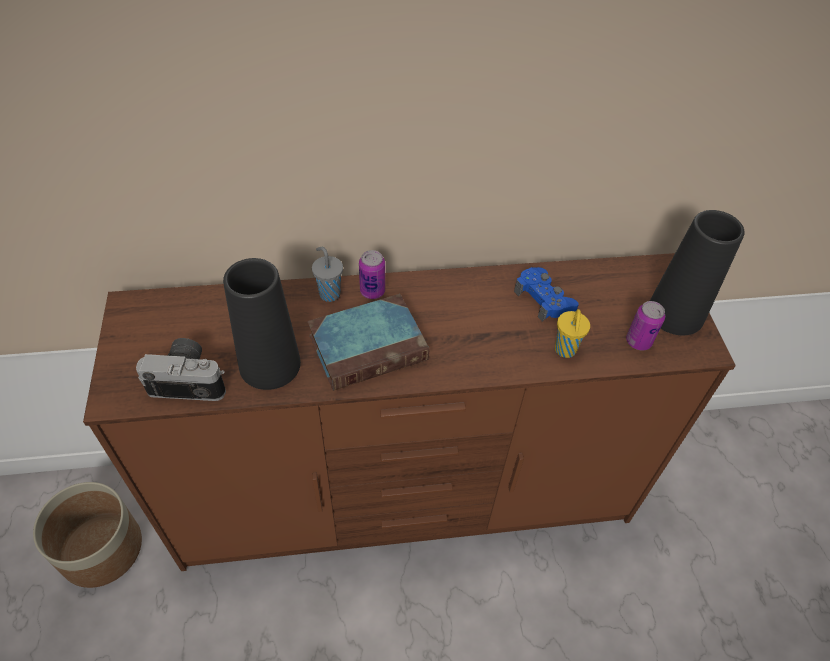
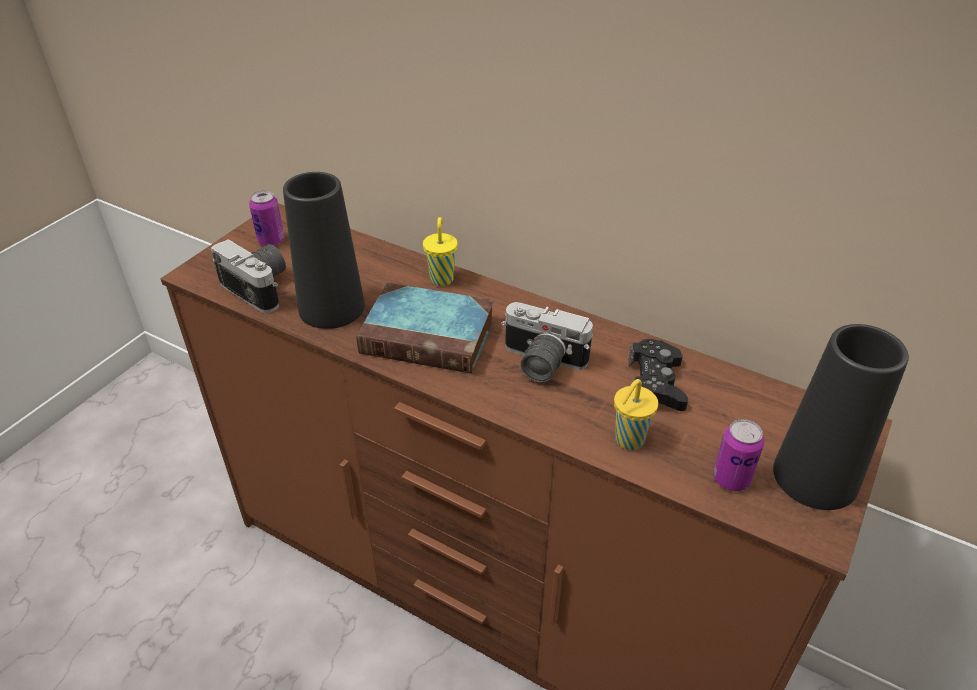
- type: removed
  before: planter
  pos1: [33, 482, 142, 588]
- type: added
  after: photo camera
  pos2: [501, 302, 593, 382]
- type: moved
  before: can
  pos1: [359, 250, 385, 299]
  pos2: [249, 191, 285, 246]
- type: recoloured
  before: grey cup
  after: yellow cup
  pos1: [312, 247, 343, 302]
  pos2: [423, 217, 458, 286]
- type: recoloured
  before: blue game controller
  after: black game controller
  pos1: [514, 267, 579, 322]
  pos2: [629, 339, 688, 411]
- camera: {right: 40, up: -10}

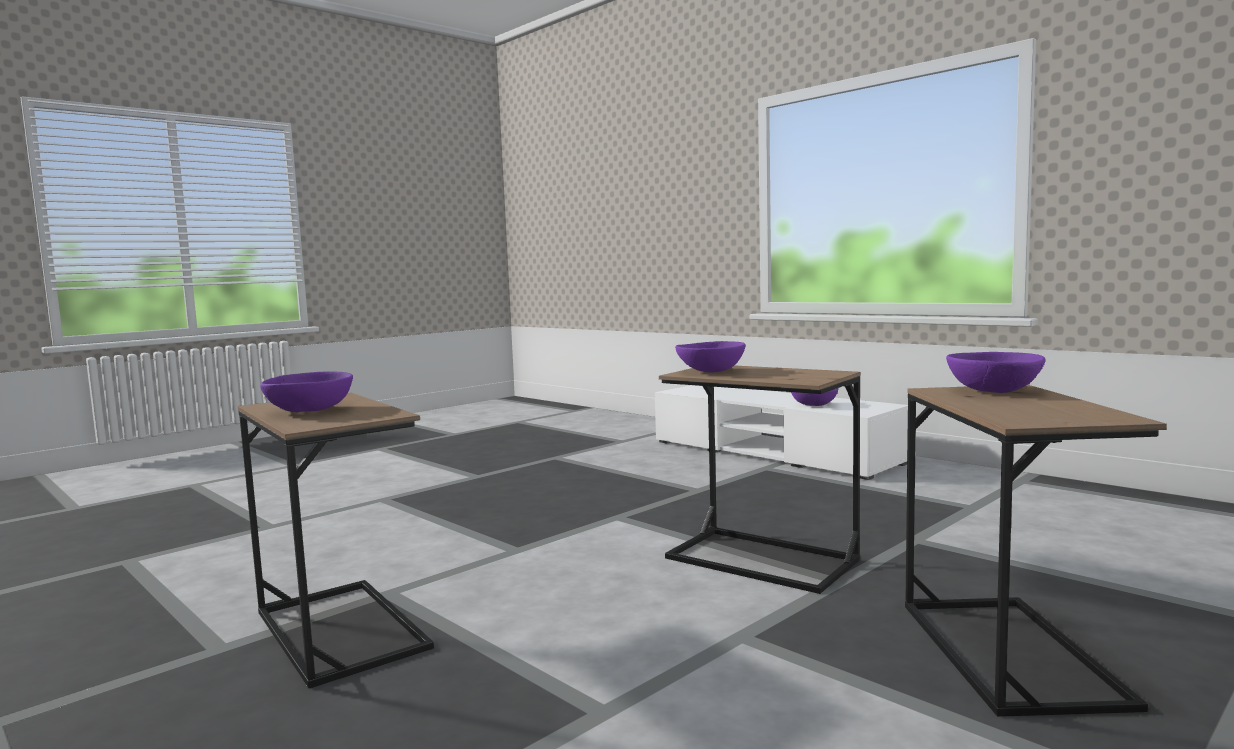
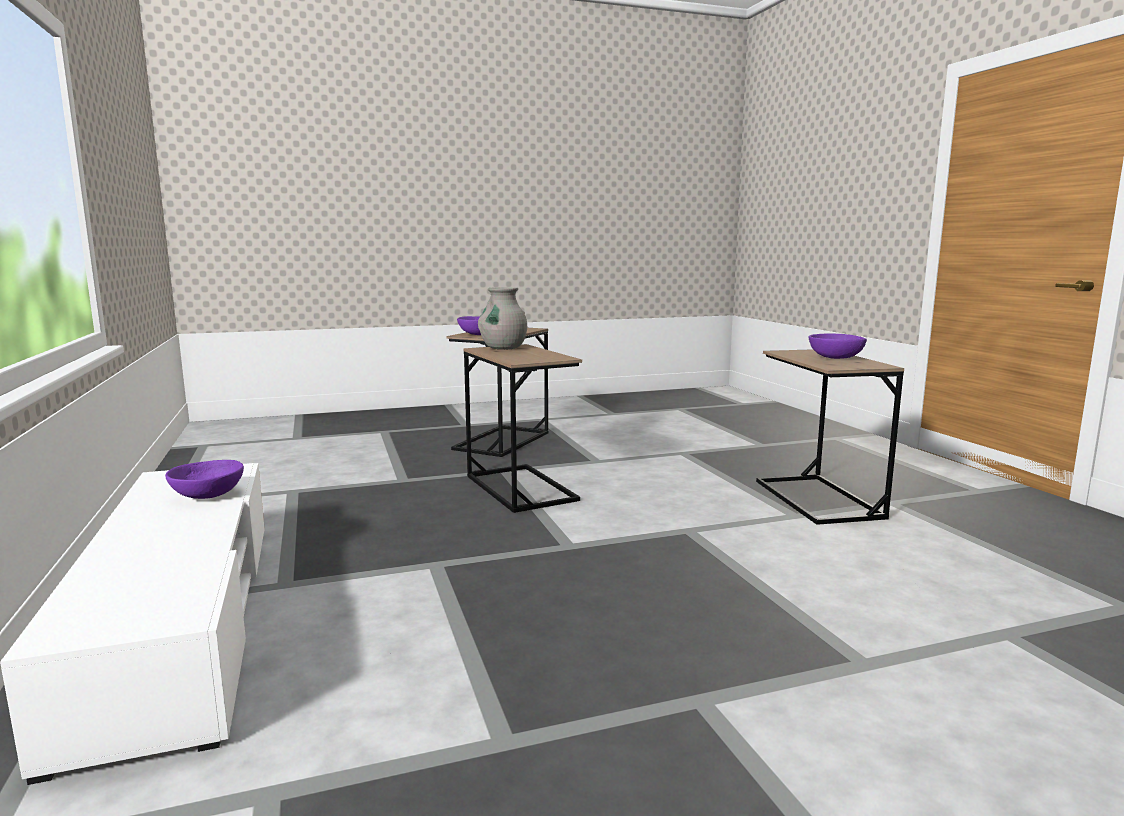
- type: removed
  before: purple bowl
  pos1: [675, 341, 746, 372]
- type: added
  after: grey vase
  pos2: [478, 287, 527, 350]
- camera: {right: -155, up: 5}

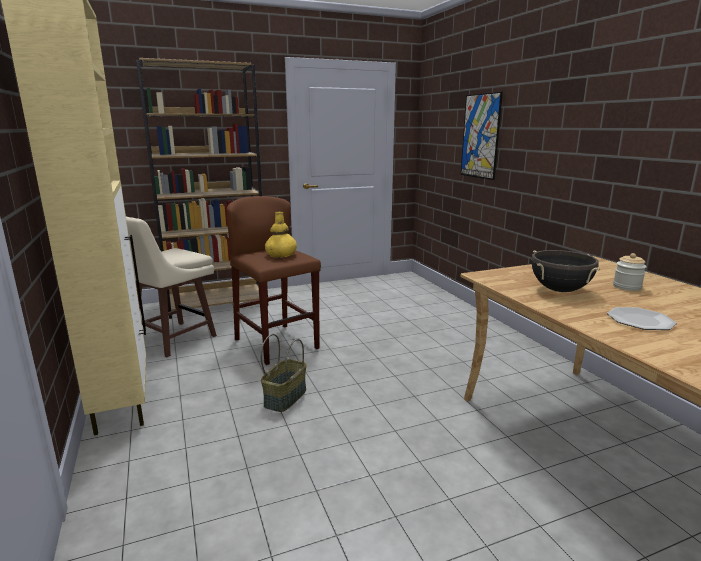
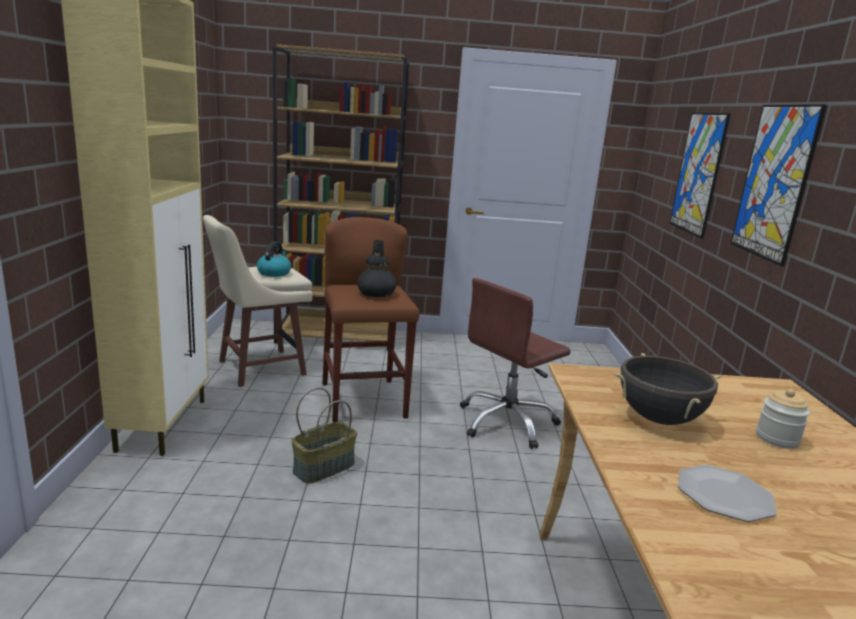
- type: added
  after: kettle
  pos2: [257, 242, 291, 277]
- type: added
  after: brown office chair
  pos2: [460, 278, 571, 449]
- type: added
  after: picture
  pos2: [731, 104, 827, 267]
- type: recoloured
  before: yellow vase
  after: black vase
  pos1: [265, 212, 297, 258]
  pos2: [357, 240, 397, 297]
- camera: {right: 20, up: 0}

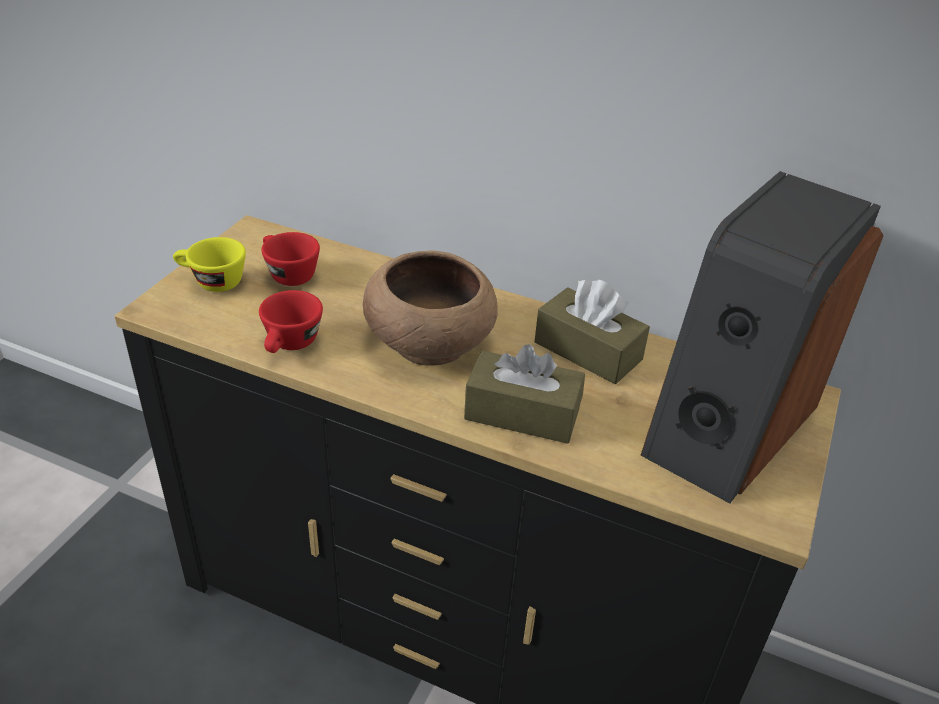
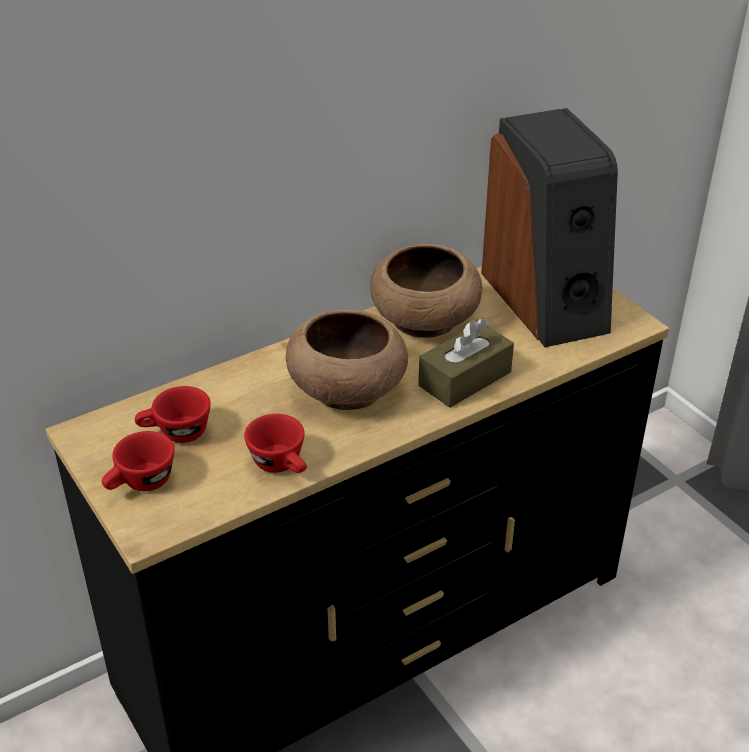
- type: replaced
  before: brown tissue box
  after: brown bowl
  pos1: [535, 280, 650, 384]
  pos2: [370, 244, 483, 338]
- type: recoloured
  before: yellow cup
  after: red cup
  pos1: [173, 237, 246, 292]
  pos2: [102, 431, 175, 491]
- camera: {right: -55, up: 0}

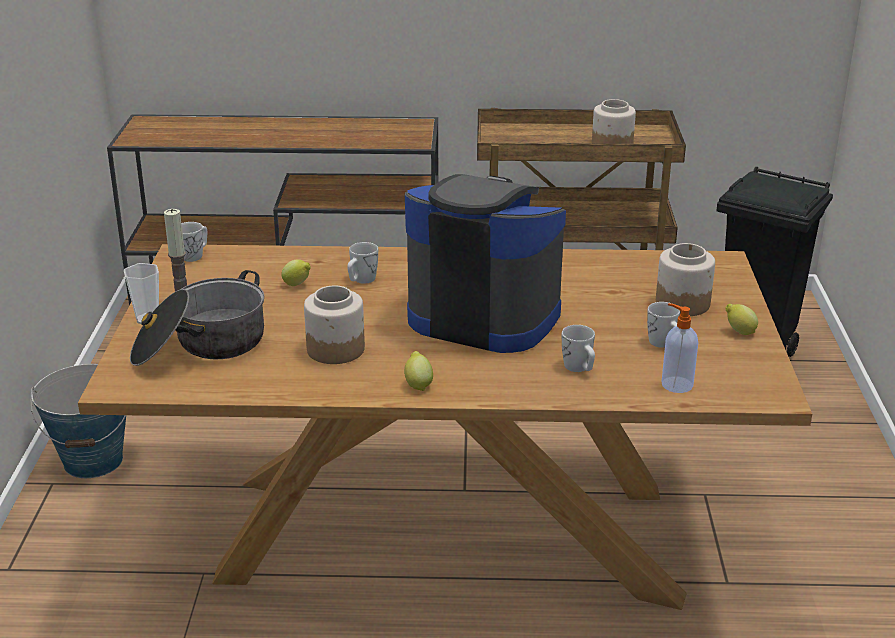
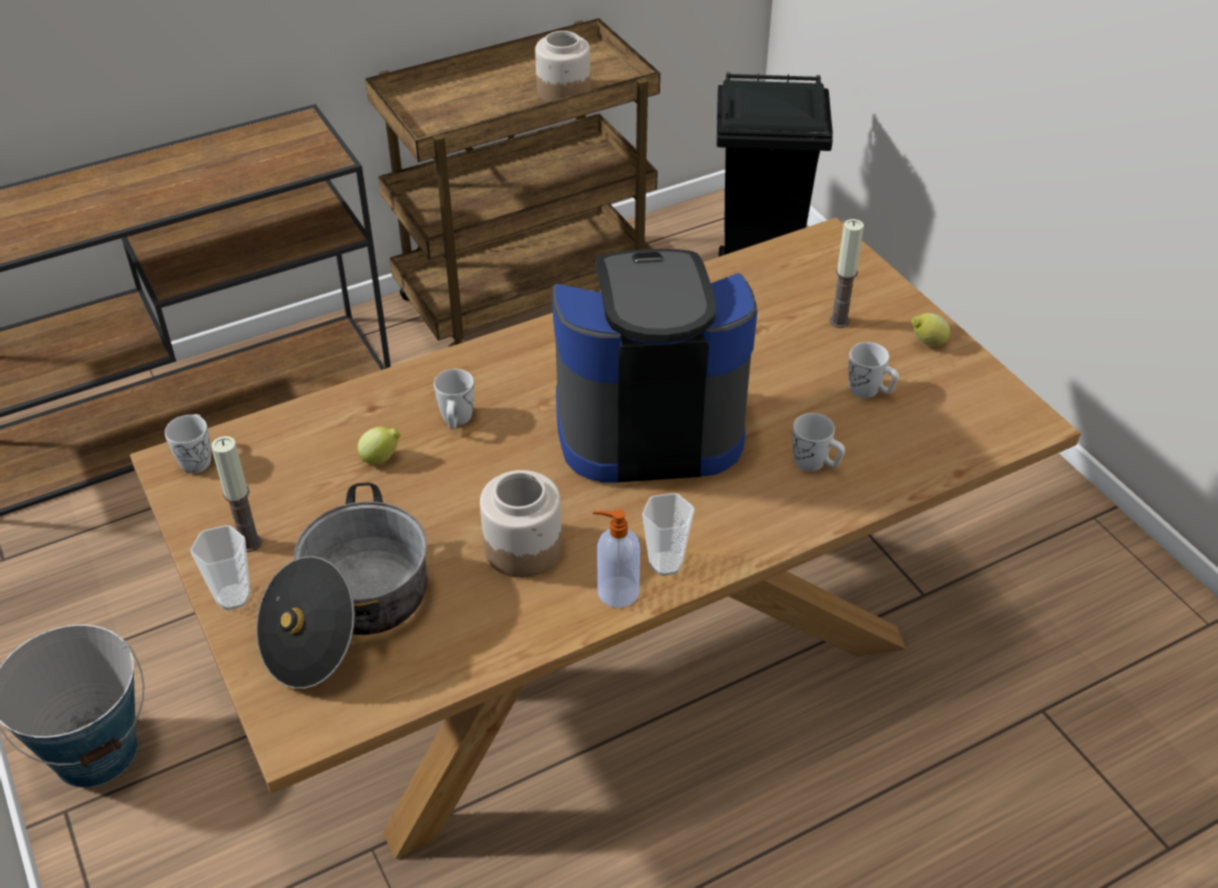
- type: moved
  before: soap dispenser
  pos1: [661, 303, 698, 393]
  pos2: [593, 509, 640, 608]
- type: replaced
  before: lemon
  after: cup
  pos1: [404, 351, 433, 391]
  pos2: [642, 493, 695, 576]
- type: replaced
  before: jar
  after: candle
  pos1: [656, 243, 715, 316]
  pos2: [829, 219, 864, 328]
- camera: {right: -30, up: 15}

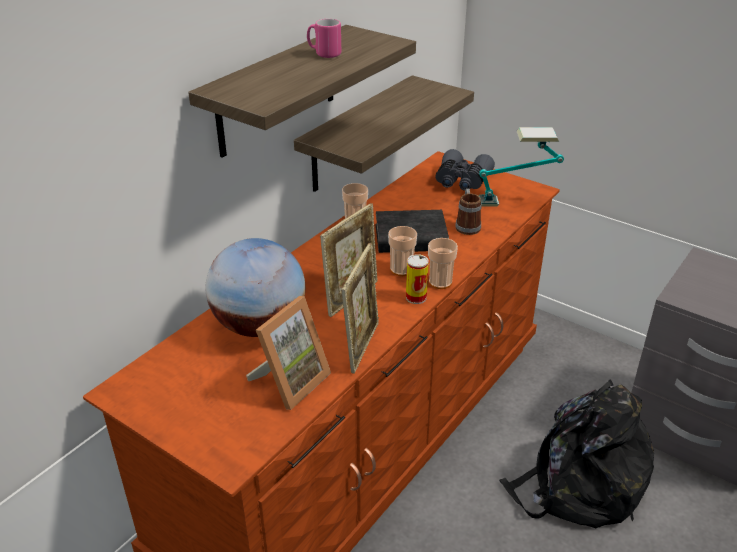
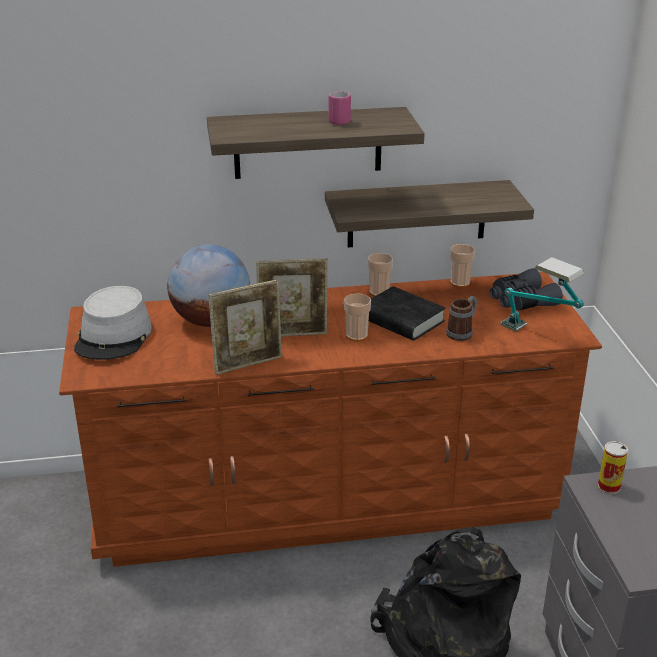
- type: removed
  before: picture frame
  pos1: [246, 296, 331, 410]
- type: added
  after: grey hat
  pos2: [74, 286, 152, 360]
- type: moved
  before: can
  pos1: [406, 254, 429, 304]
  pos2: [598, 441, 628, 494]
- type: moved
  before: cup
  pos1: [428, 238, 458, 289]
  pos2: [450, 244, 475, 288]
- camera: {right: 45, up: -5}

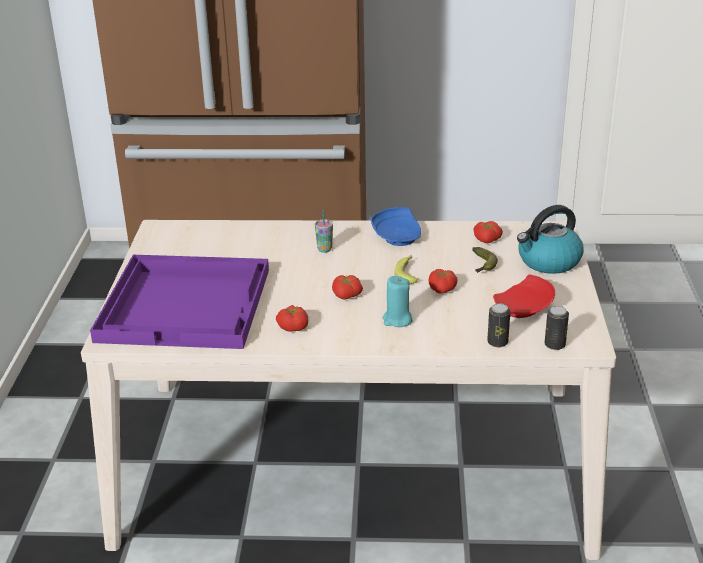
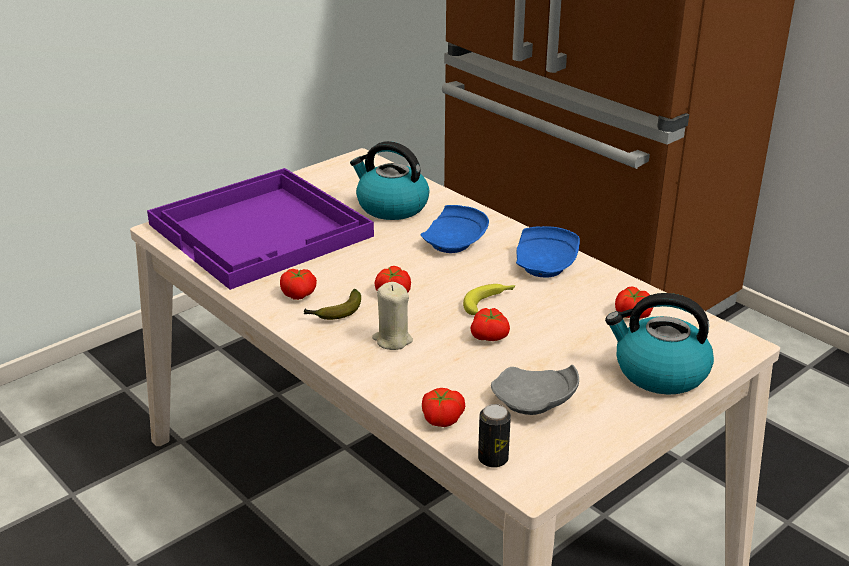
- type: added
  after: kettle
  pos2: [350, 141, 429, 220]
- type: moved
  before: banana
  pos1: [472, 247, 498, 273]
  pos2: [304, 289, 361, 320]
- type: replaced
  before: cup
  after: blue plate
  pos1: [315, 210, 333, 253]
  pos2: [420, 205, 489, 253]
- type: replaced
  before: can
  after: tomato
  pos1: [487, 303, 510, 347]
  pos2: [422, 388, 465, 427]
- type: recoloured
  before: turquoise candle
  after: beige candle
  pos1: [383, 276, 413, 327]
  pos2: [372, 282, 413, 350]
- type: recoloured
  before: red plate
  after: grey plate
  pos1: [493, 274, 555, 318]
  pos2: [491, 365, 579, 415]
- camera: {right: 45, up: 0}

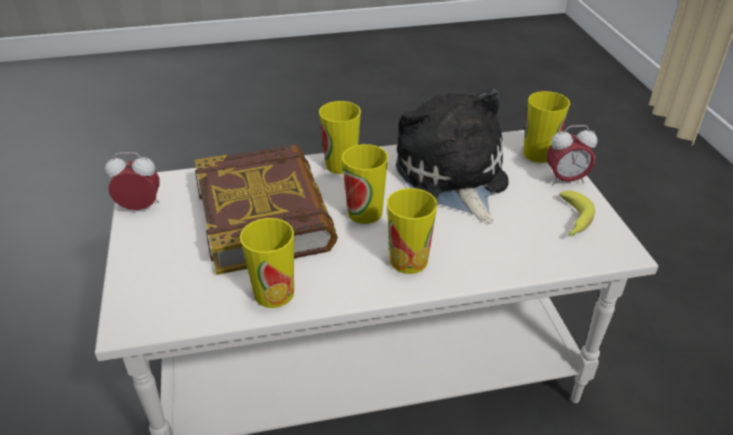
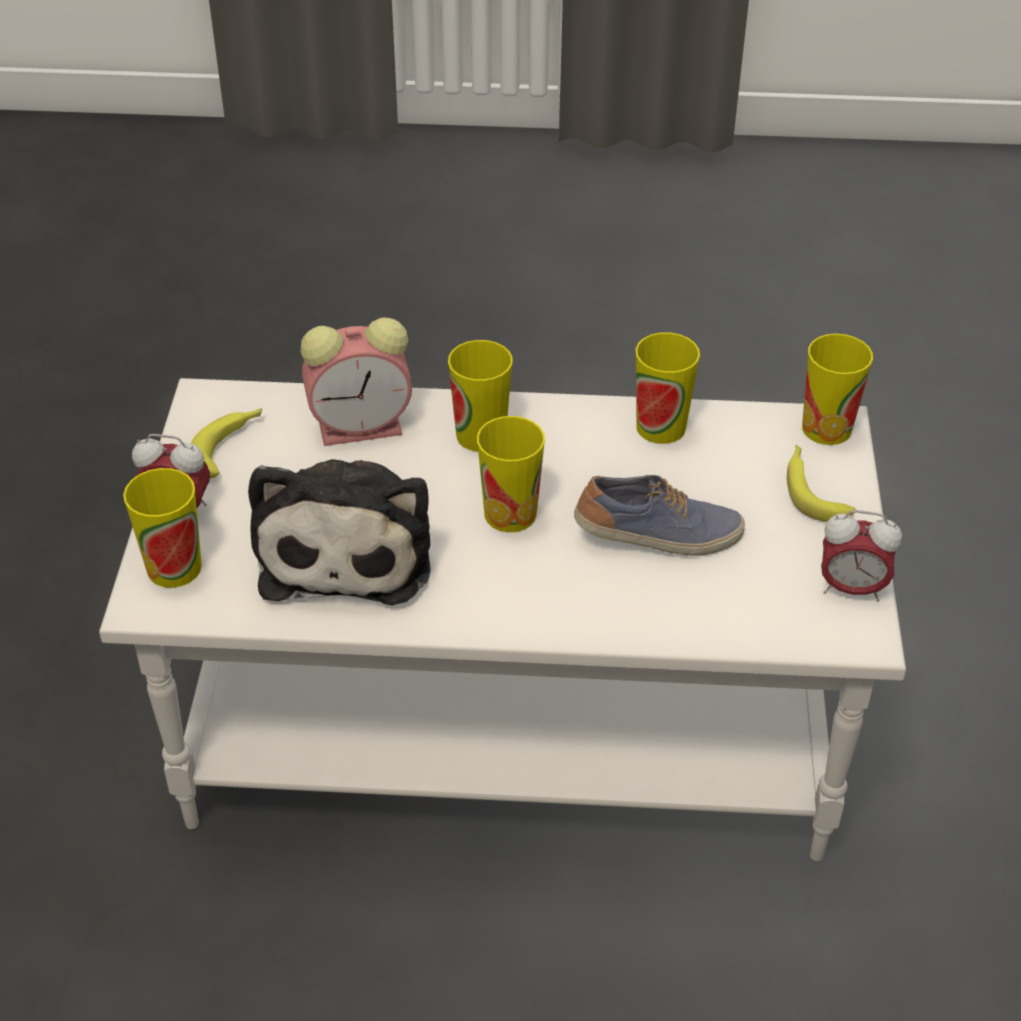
- type: added
  after: alarm clock
  pos2: [301, 317, 412, 446]
- type: added
  after: banana
  pos2: [787, 445, 855, 522]
- type: moved
  before: cup
  pos1: [319, 101, 361, 174]
  pos2: [802, 334, 873, 445]
- type: replaced
  before: book
  after: shoe
  pos1: [195, 145, 338, 275]
  pos2: [574, 475, 745, 556]
- camera: {right: -165, up: 5}

